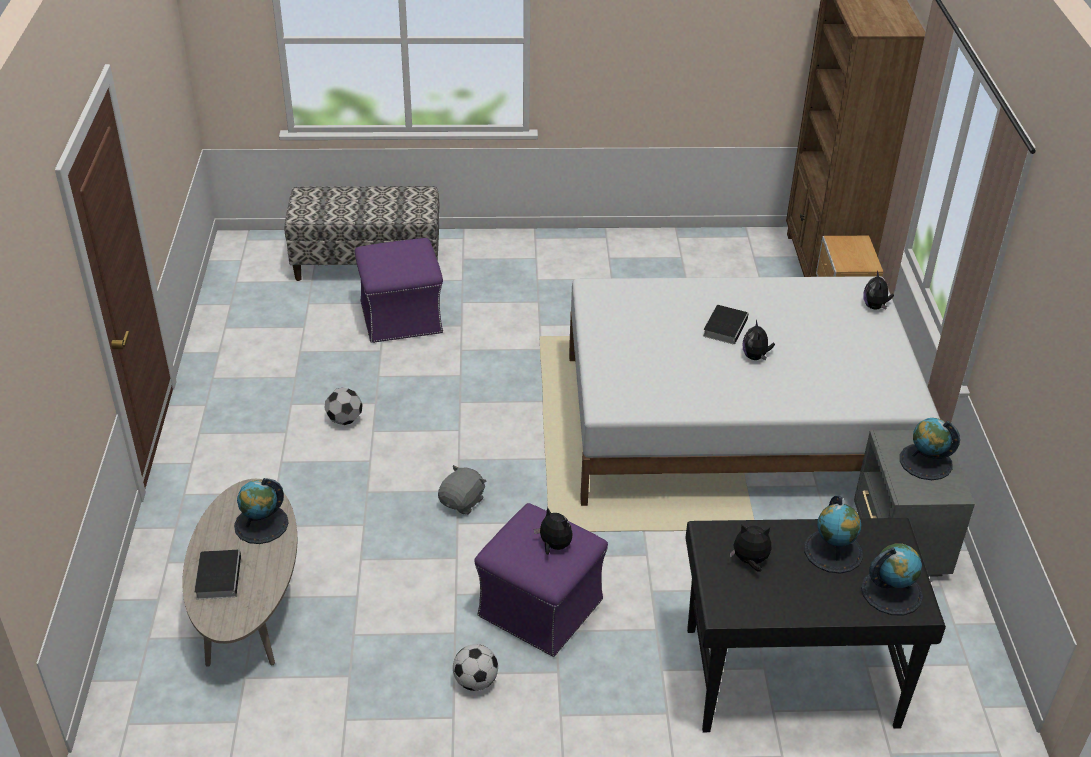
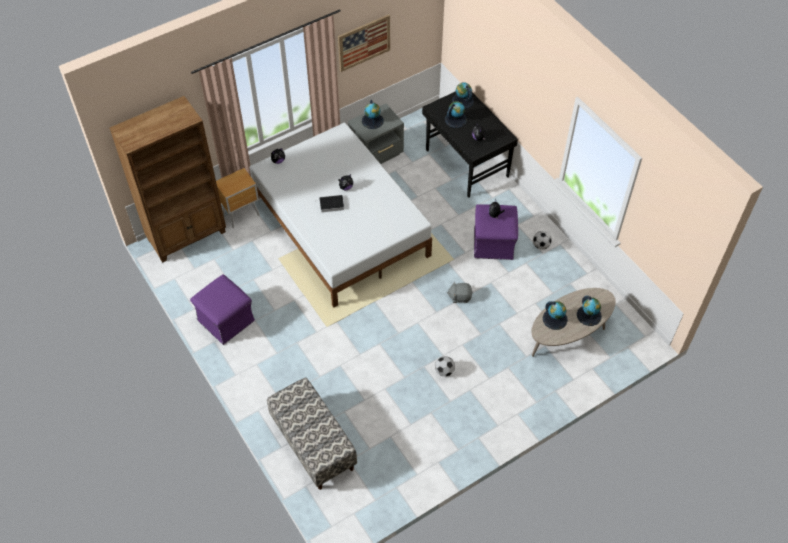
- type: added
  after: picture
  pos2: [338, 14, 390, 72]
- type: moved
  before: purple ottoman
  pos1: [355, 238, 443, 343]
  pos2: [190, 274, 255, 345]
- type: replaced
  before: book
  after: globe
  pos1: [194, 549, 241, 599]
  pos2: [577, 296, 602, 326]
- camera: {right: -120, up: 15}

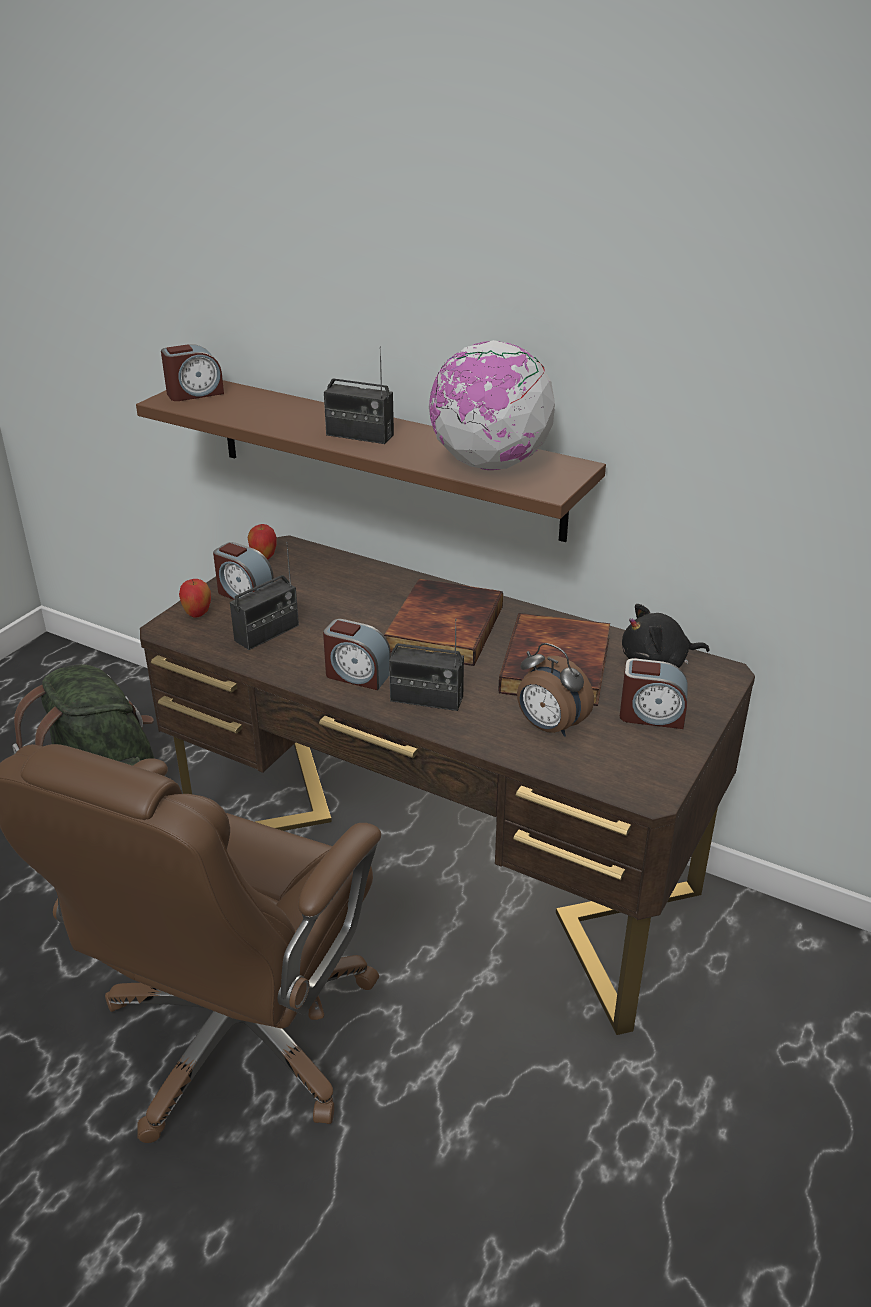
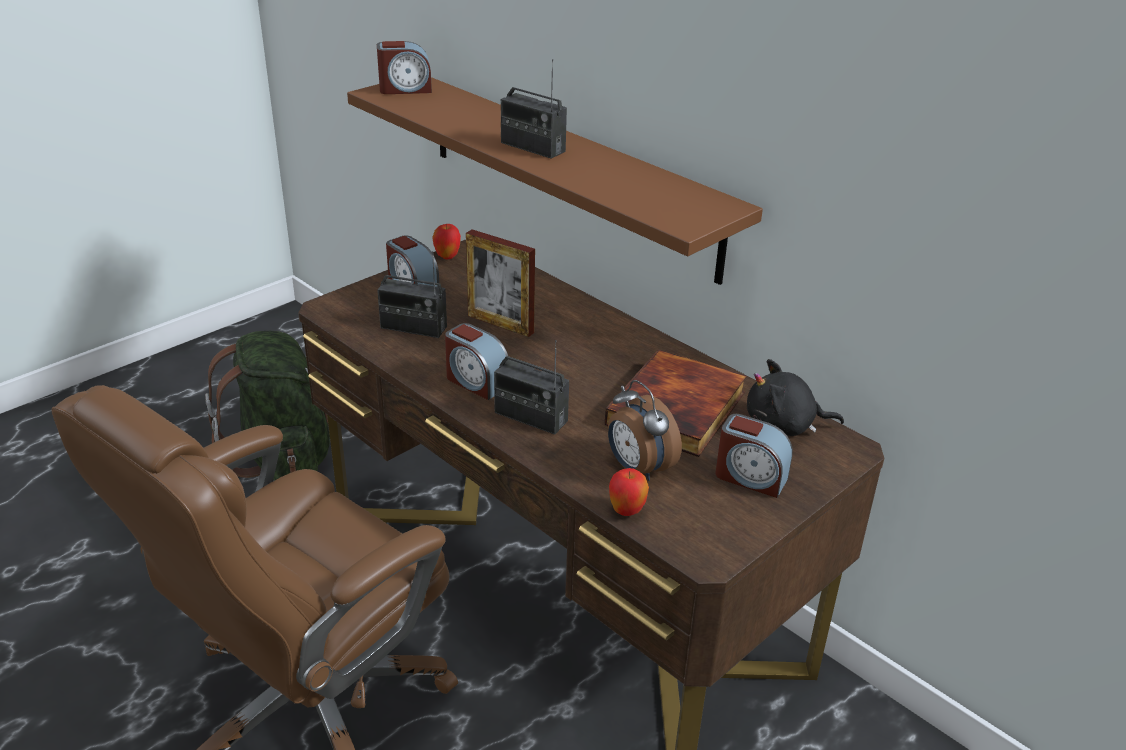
- type: removed
  before: book
  pos1: [384, 579, 503, 666]
- type: removed
  before: globe
  pos1: [429, 340, 555, 470]
- type: added
  after: picture frame
  pos2: [466, 229, 535, 337]
- type: moved
  before: apple
  pos1: [179, 579, 211, 618]
  pos2: [609, 468, 649, 516]
- type: turned
  before: radio
  pos1: [230, 542, 299, 650]
  pos2: [377, 251, 447, 338]
  turn: 45
- camera: {right: 15, up: 0}

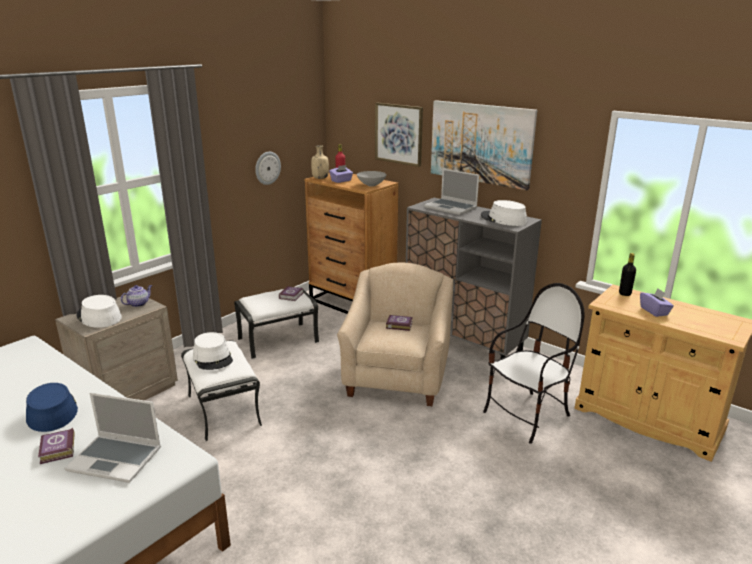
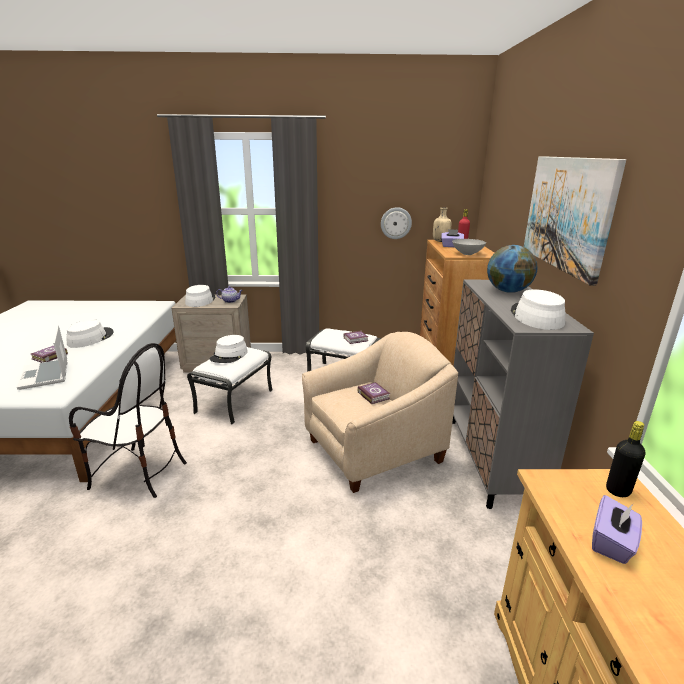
- type: removed
  before: picture
  pos1: [375, 103, 423, 167]
- type: moved
  before: chair
  pos1: [483, 283, 585, 444]
  pos2: [69, 343, 187, 498]
- type: replaced
  before: laptop
  after: globe
  pos1: [424, 168, 479, 215]
  pos2: [487, 245, 538, 293]
- type: recoloured
  before: blue hat
  after: white hat
  pos1: [26, 383, 78, 432]
  pos2: [67, 320, 114, 348]
- camera: {right: 50, up: 0}

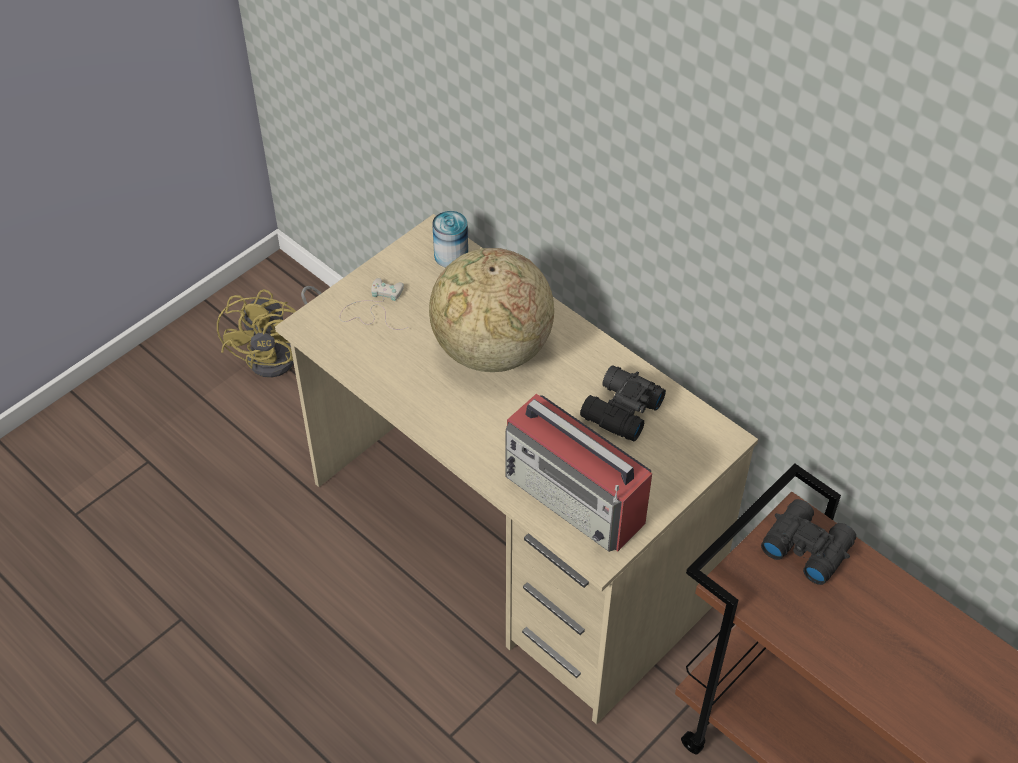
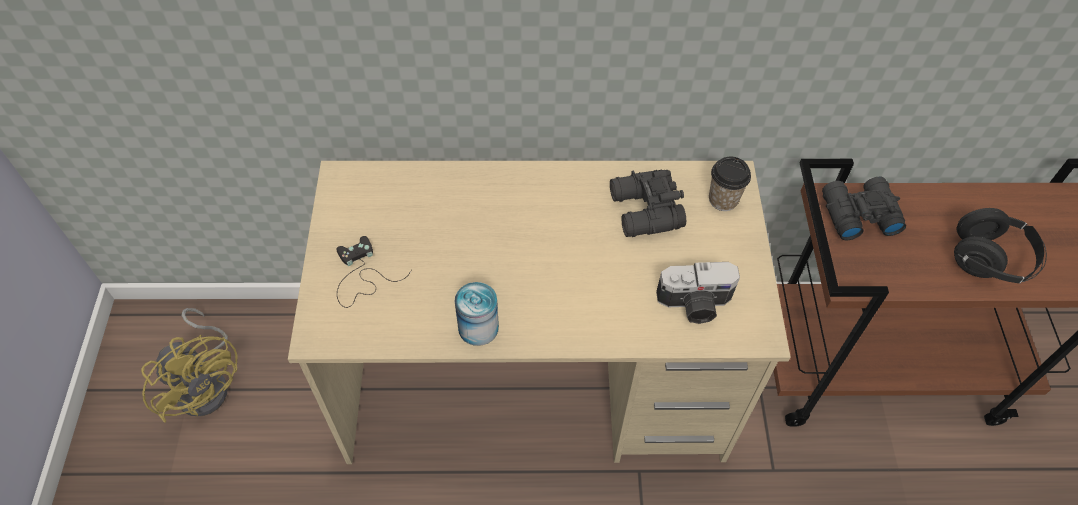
- type: removed
  before: globe
  pos1: [429, 248, 554, 372]
- type: added
  after: cup
  pos2: [709, 156, 751, 211]
- type: added
  after: black headphones
  pos2: [954, 208, 1047, 283]
- type: moved
  before: can
  pos1: [432, 211, 468, 268]
  pos2: [455, 282, 499, 346]
- type: replaced
  before: radio
  after: photo camera
  pos1: [506, 394, 652, 552]
  pos2: [656, 262, 740, 324]
- type: recoloured
  before: white game controller
  after: black game controller
  pos1: [340, 278, 408, 330]
  pos2: [336, 236, 412, 308]
- camera: {right: -45, up: 5}

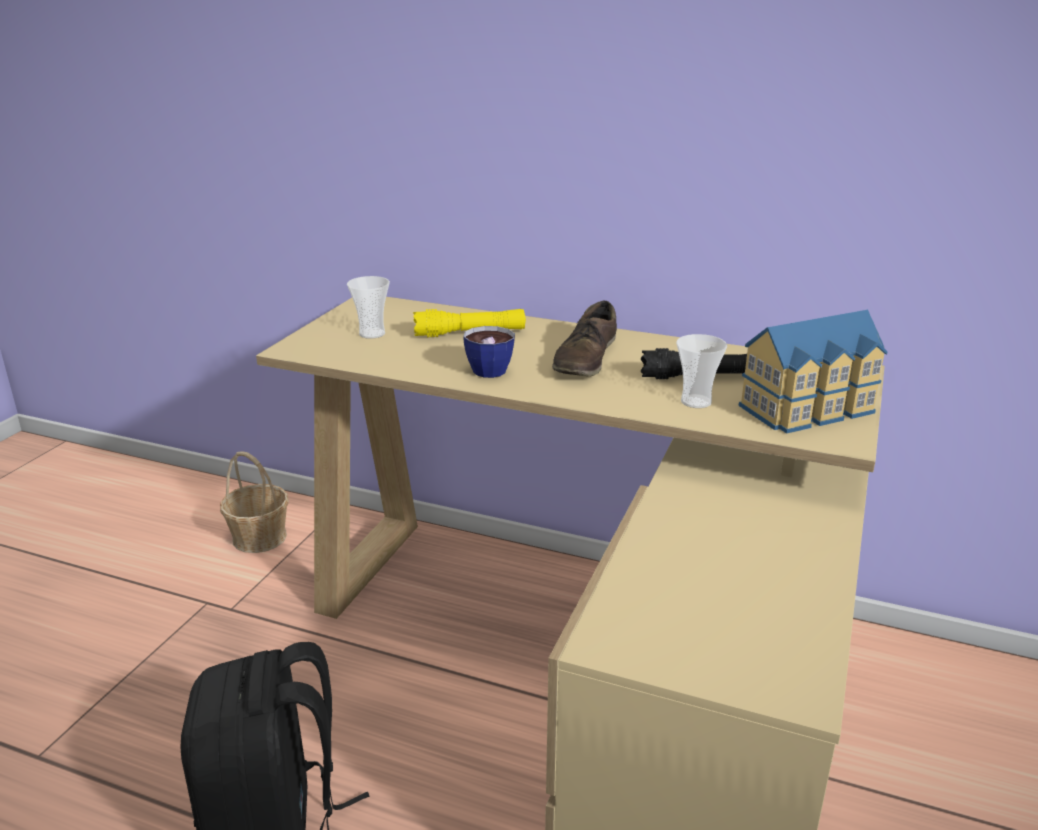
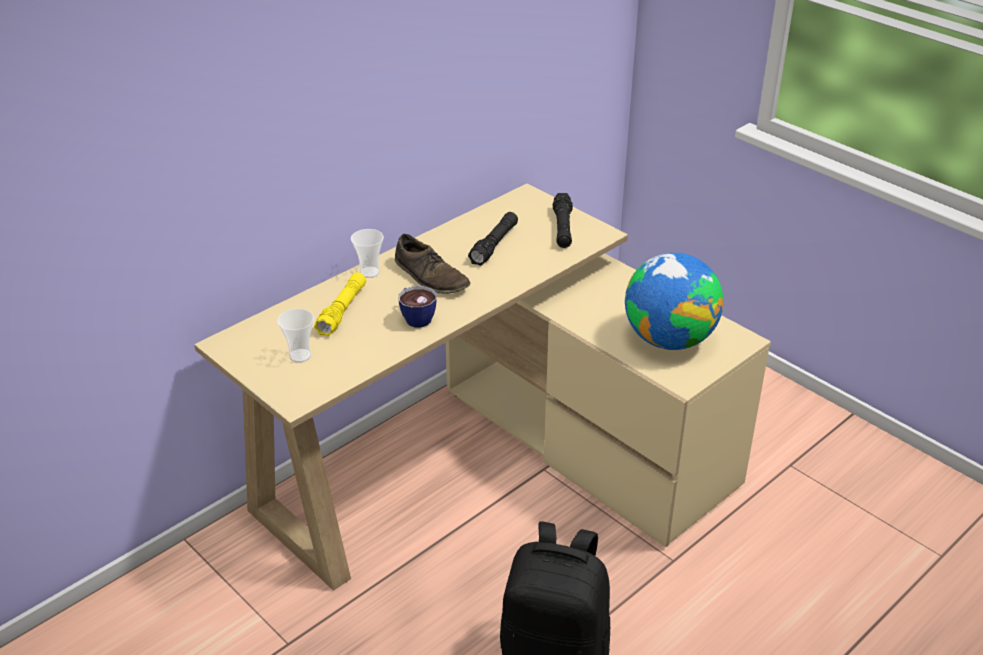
- type: removed
  before: basket
  pos1: [220, 451, 289, 553]
- type: added
  after: globe
  pos2: [625, 253, 723, 350]
- type: moved
  before: cup
  pos1: [676, 334, 727, 408]
  pos2: [351, 229, 384, 278]
- type: replaced
  before: toy house
  after: black flashlight
  pos1: [739, 309, 888, 434]
  pos2: [553, 193, 573, 248]
- camera: {right: -65, up: 10}

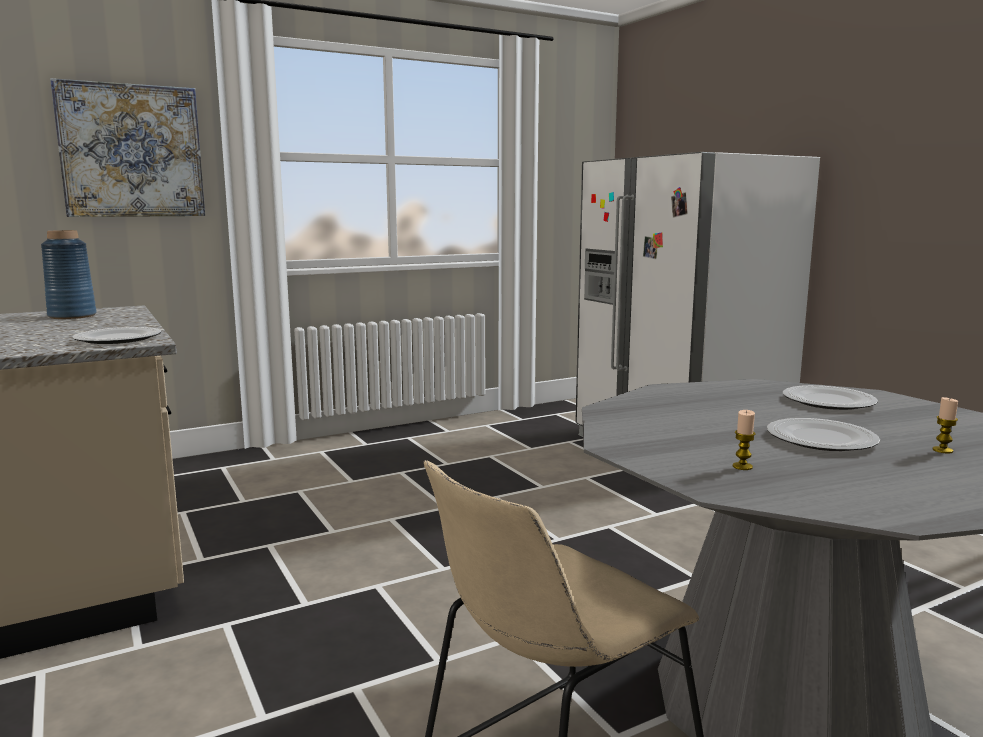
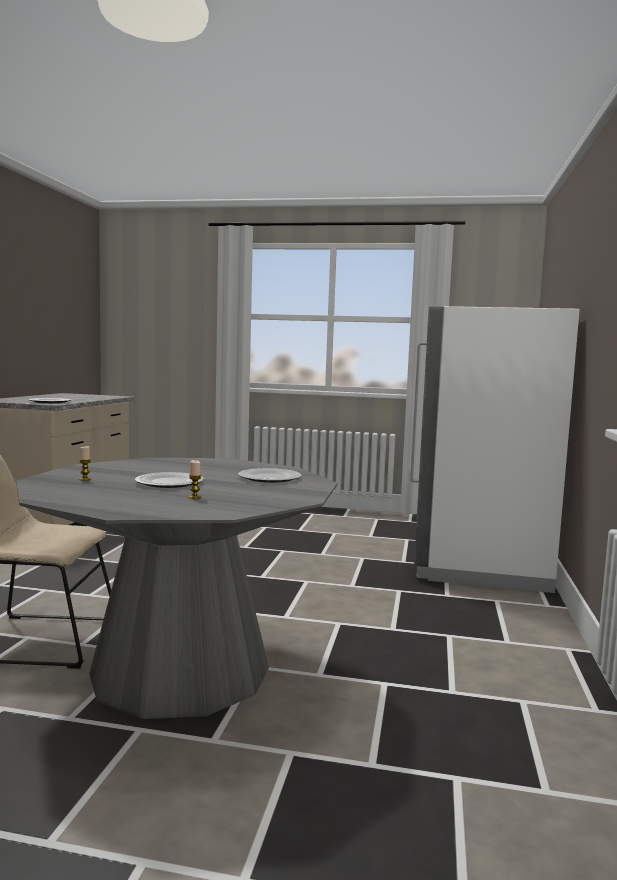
- type: removed
  before: blue vase
  pos1: [41, 230, 97, 319]
- type: removed
  before: picture
  pos1: [50, 78, 205, 217]
- camera: {right: 40, up: -5}

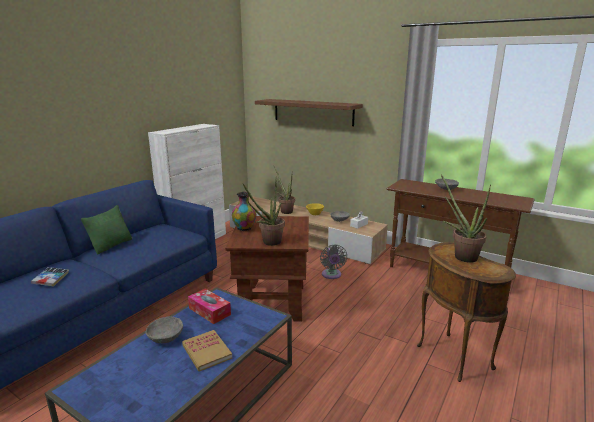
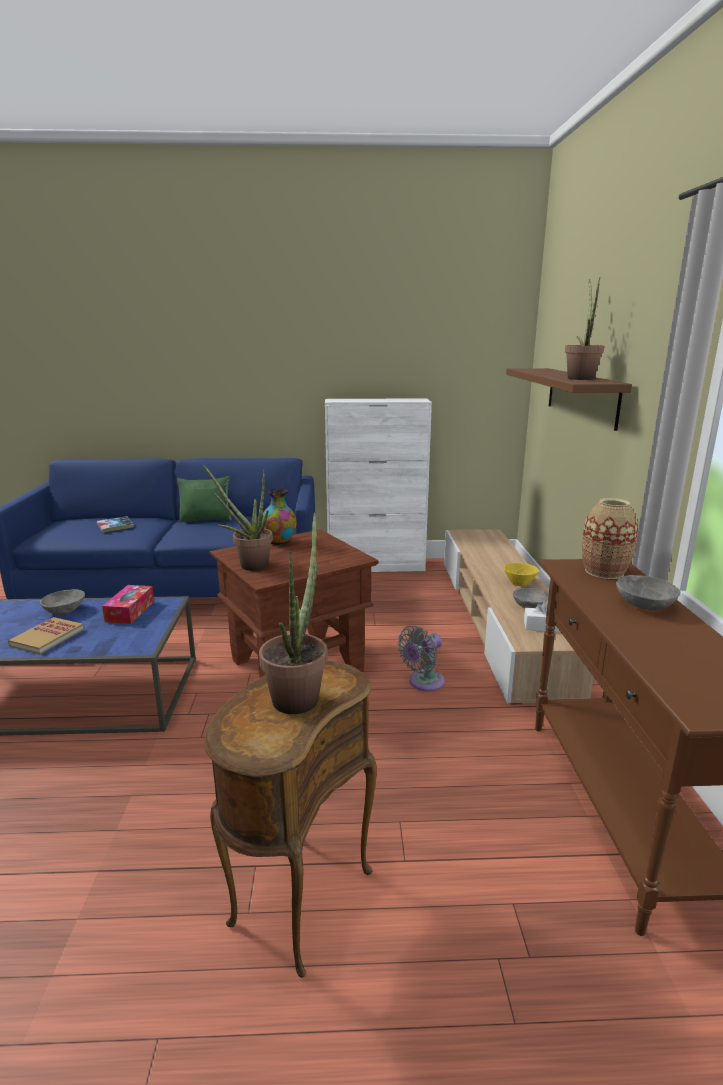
- type: added
  after: vase
  pos2: [582, 498, 638, 579]
- type: moved
  before: potted plant
  pos1: [274, 167, 295, 214]
  pos2: [565, 277, 604, 380]
- camera: {right: 55, up: 0}

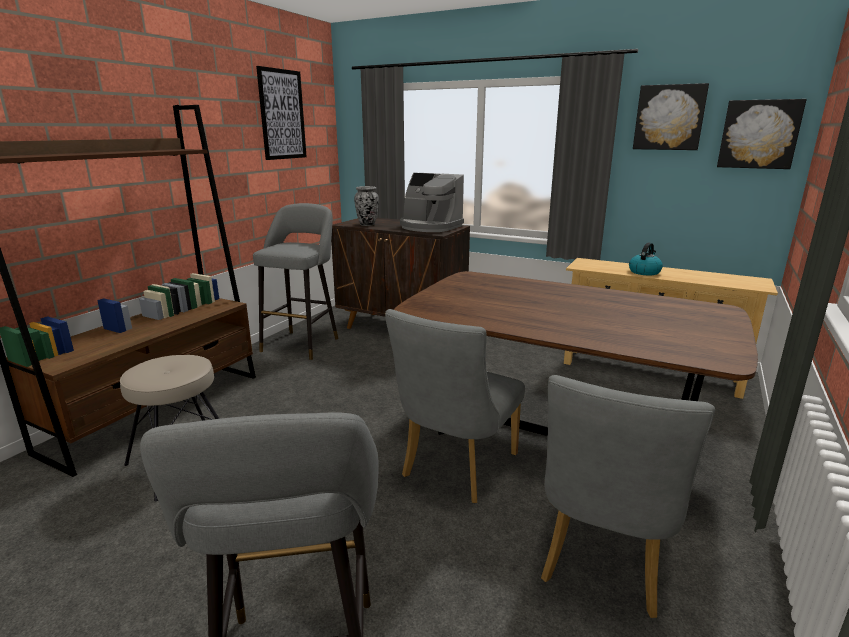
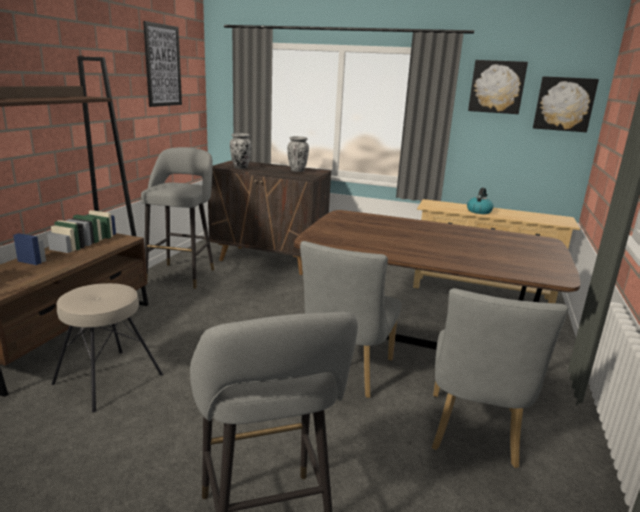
- type: replaced
  before: coffee machine
  after: vase
  pos1: [400, 173, 464, 232]
  pos2: [287, 136, 309, 172]
- camera: {right: -10, up: 0}

